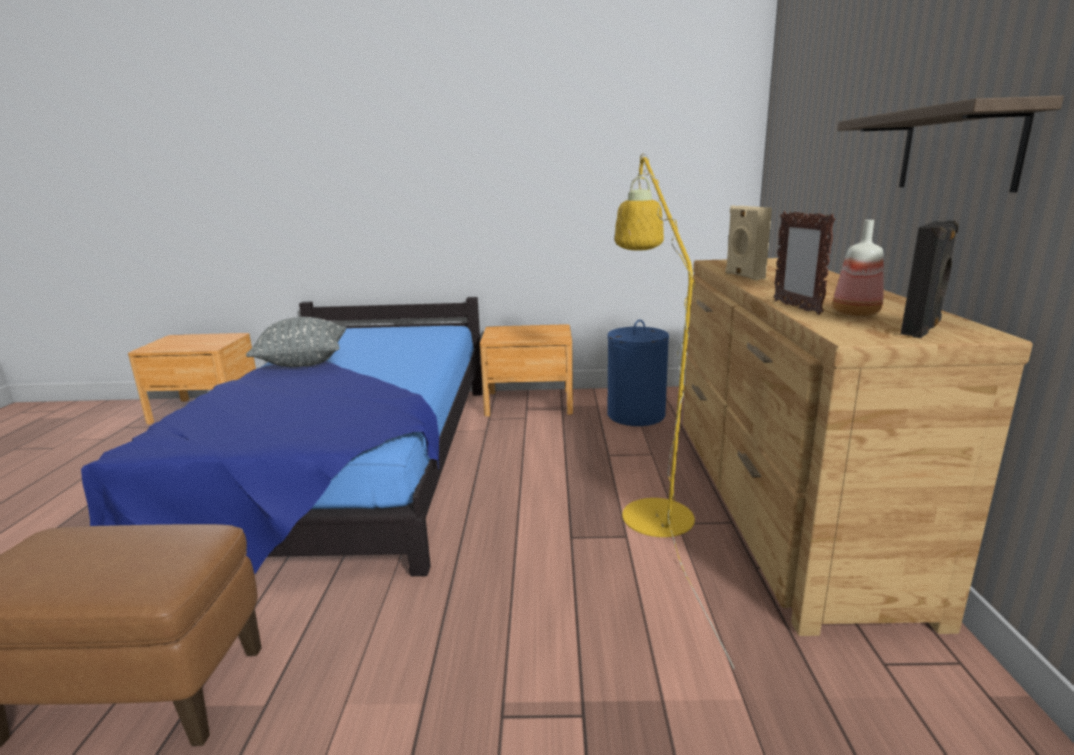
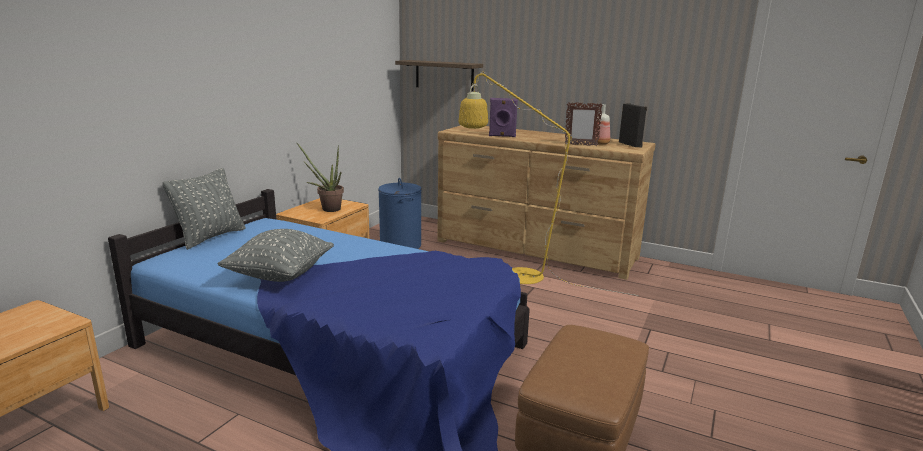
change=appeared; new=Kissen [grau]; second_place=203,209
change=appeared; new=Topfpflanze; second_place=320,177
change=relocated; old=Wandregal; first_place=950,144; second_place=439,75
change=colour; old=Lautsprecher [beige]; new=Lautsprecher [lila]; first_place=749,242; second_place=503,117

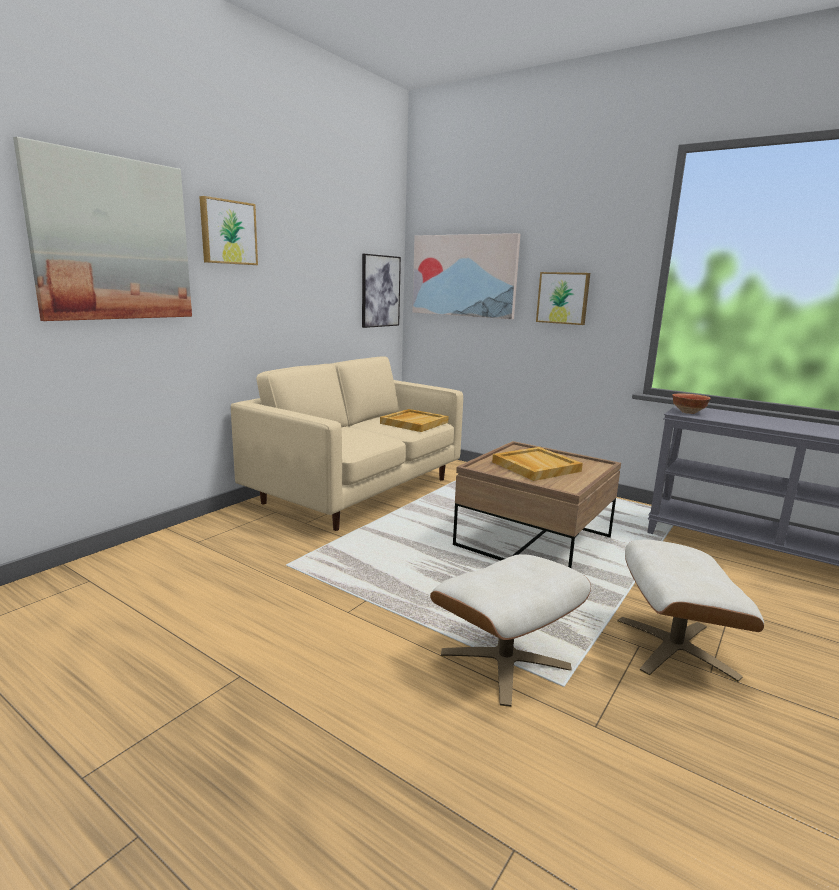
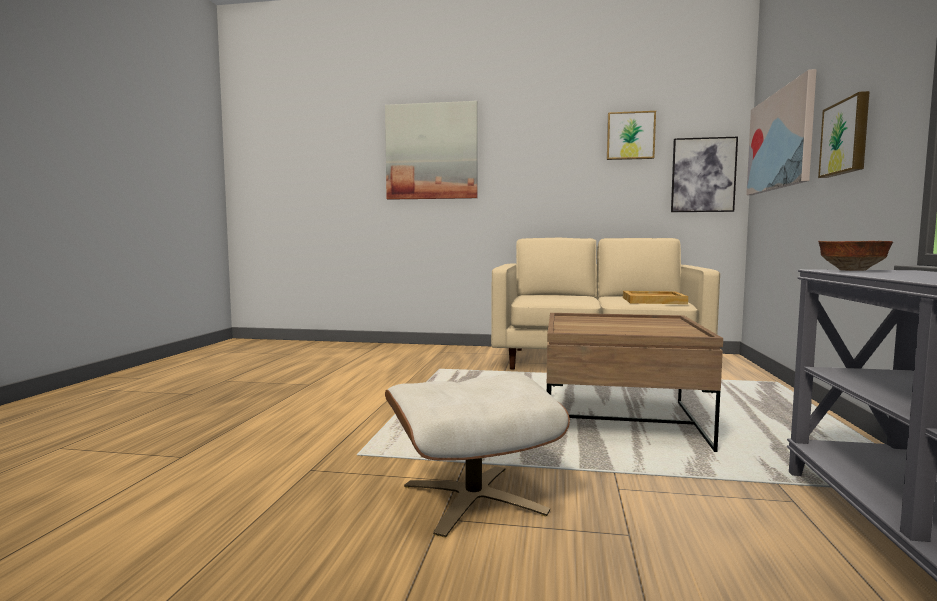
change=relocated; old=Bild; first_place=228,230; second_place=631,135
change=missing; old=Polsterhocker [beige]; first_place=510,630
change=missing; old=Tablett [beige]; first_place=537,464

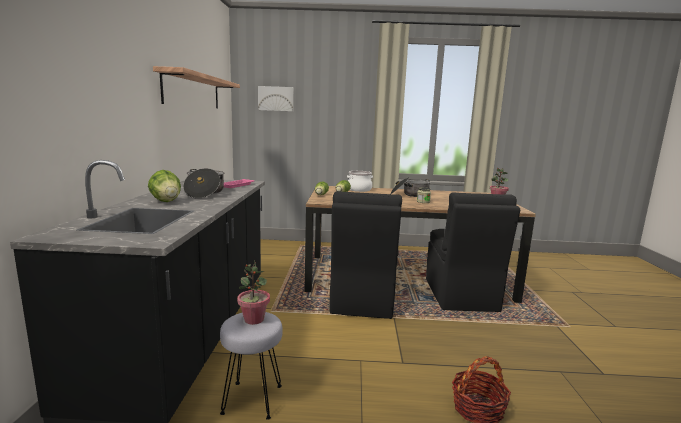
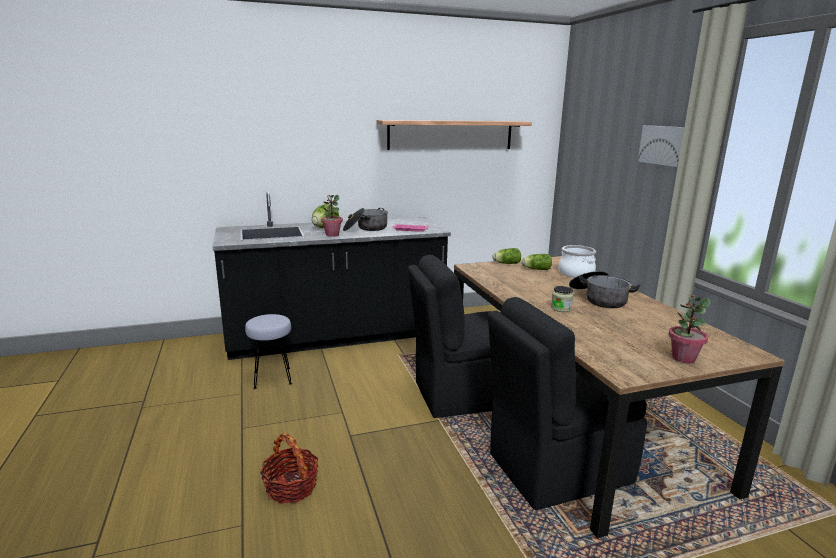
change=relocated; old=Topfpflanze; first_place=253,292; second_place=332,216
change=relocated; old=Bild; first_place=276,98; second_place=661,146

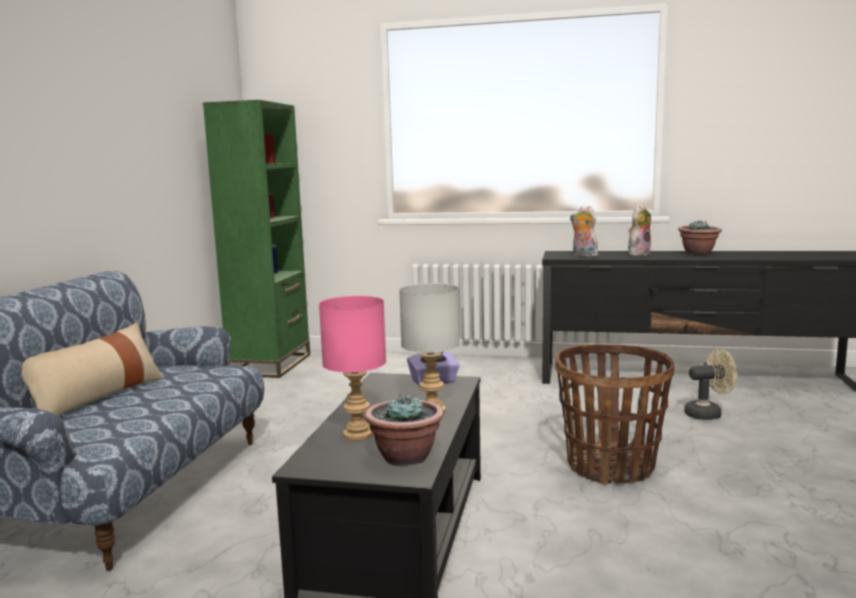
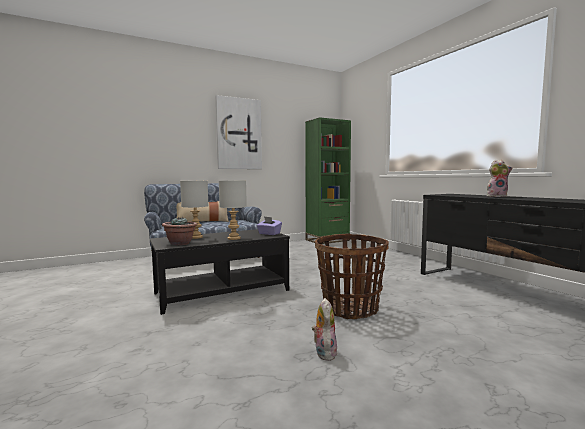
change=colour; old=Tischlampe [rosa]; new=Tischlampe [grau]; first_place=352,368; second_place=194,210
change=appeared; new=Bild; second_place=239,132
change=relocated; old=Plüschtier; first_place=584,231; second_place=325,329
change=missing; old=Topfpflanze; first_place=700,238
change=missing; old=Ventilator [beige]; first_place=710,384

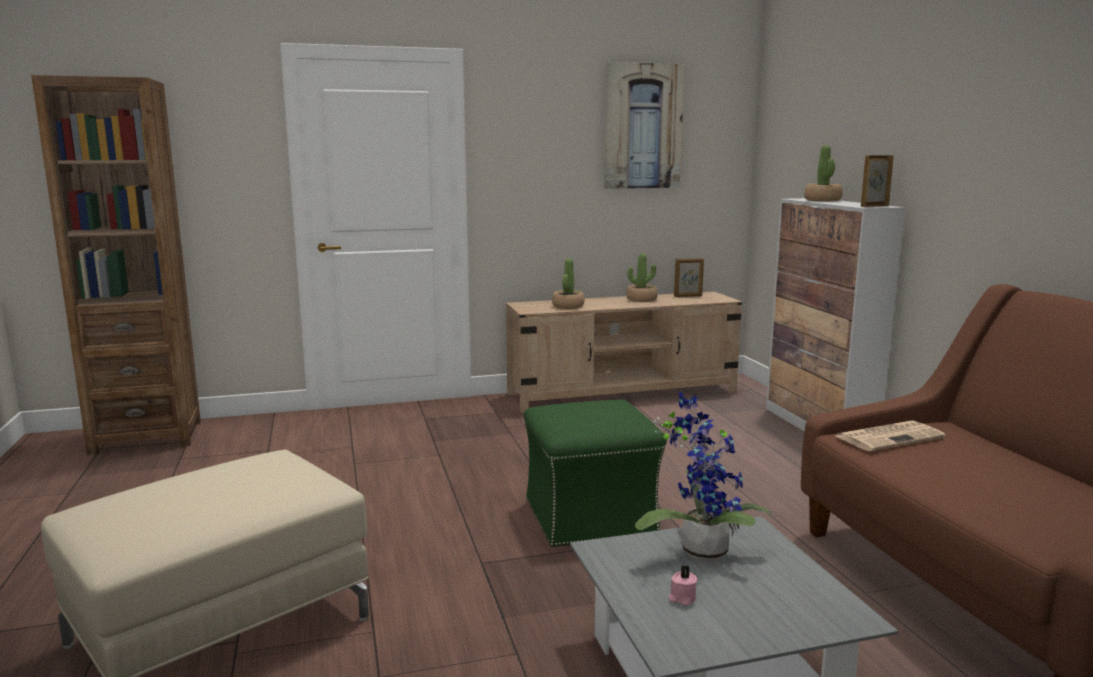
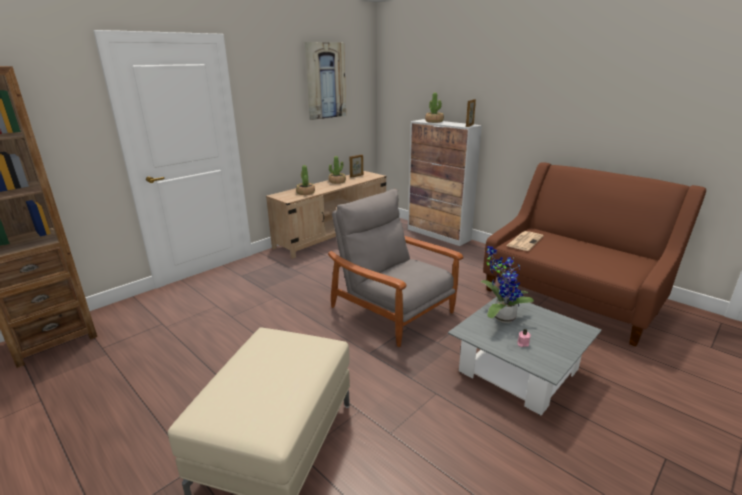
change=exchanged; old=Polsterhocker [grün]; new=Sessel [grau]; first_place=595,474; second_place=396,268

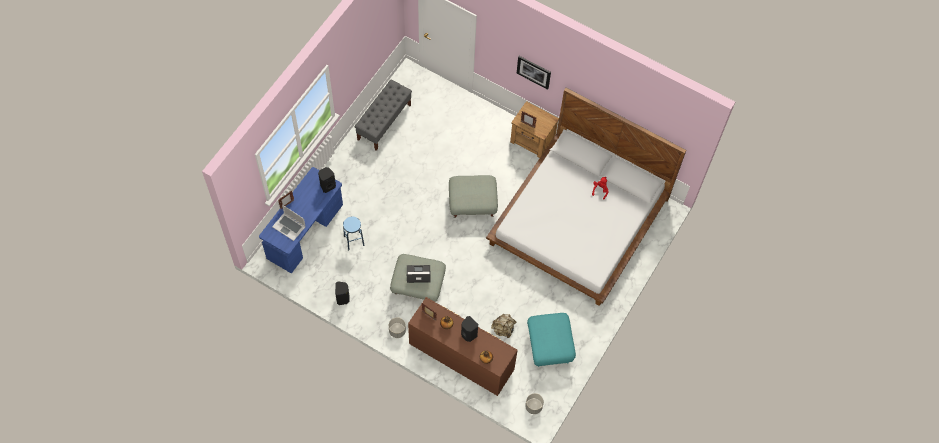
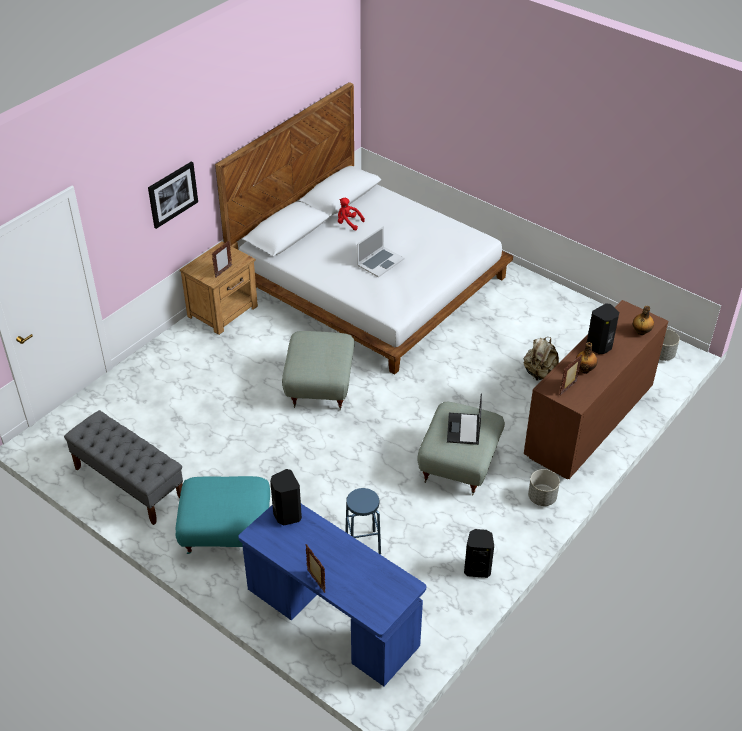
change=relocated; old=Polsterhocker [türkis]; first_place=551,340; second_place=222,515
change=relocated; old=Laptop; first_place=289,223; second_place=381,252

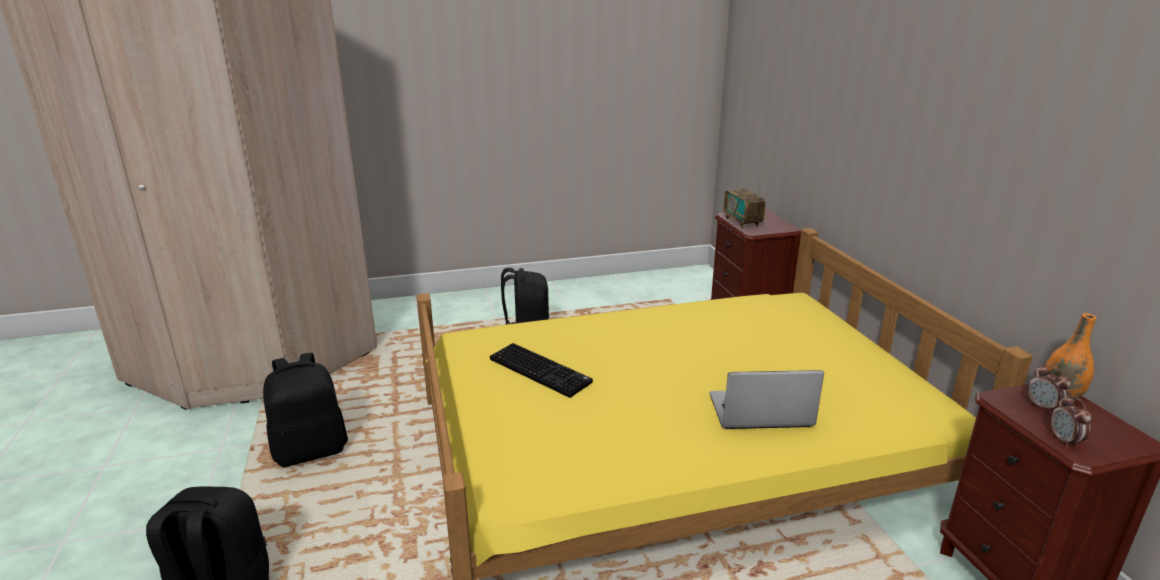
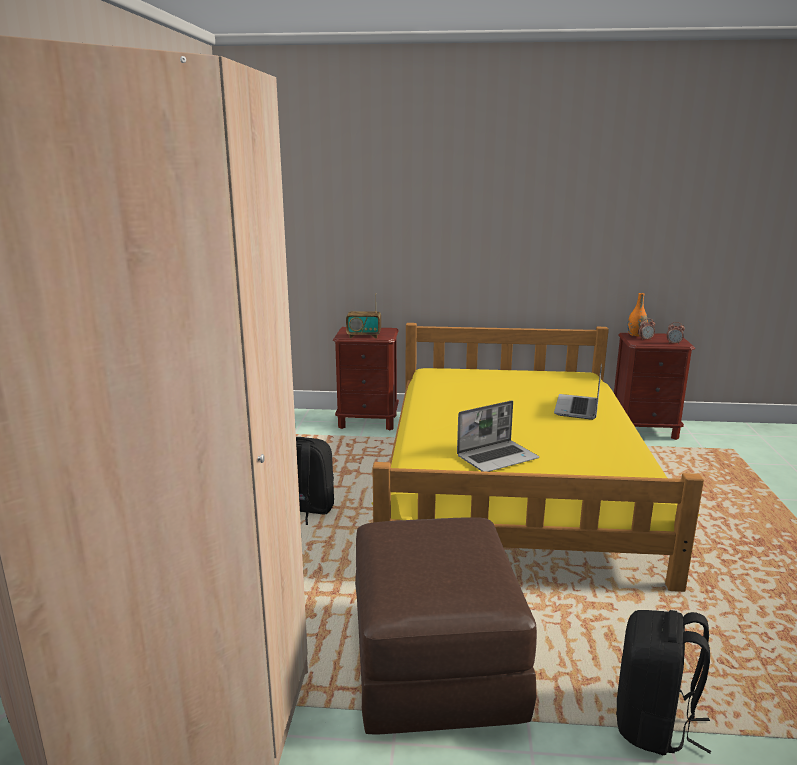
change=exchanged; old=Rucksack [schwarz]; new=Polsterhocker [braun]; first_place=305,410; second_place=446,625
change=exchanged; old=Tastatur; new=Laptop; first_place=541,370; second_place=498,436

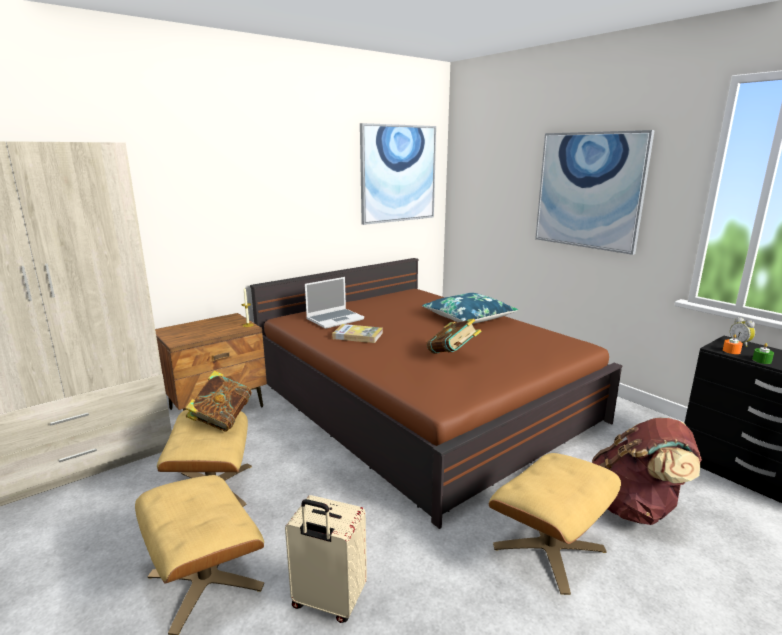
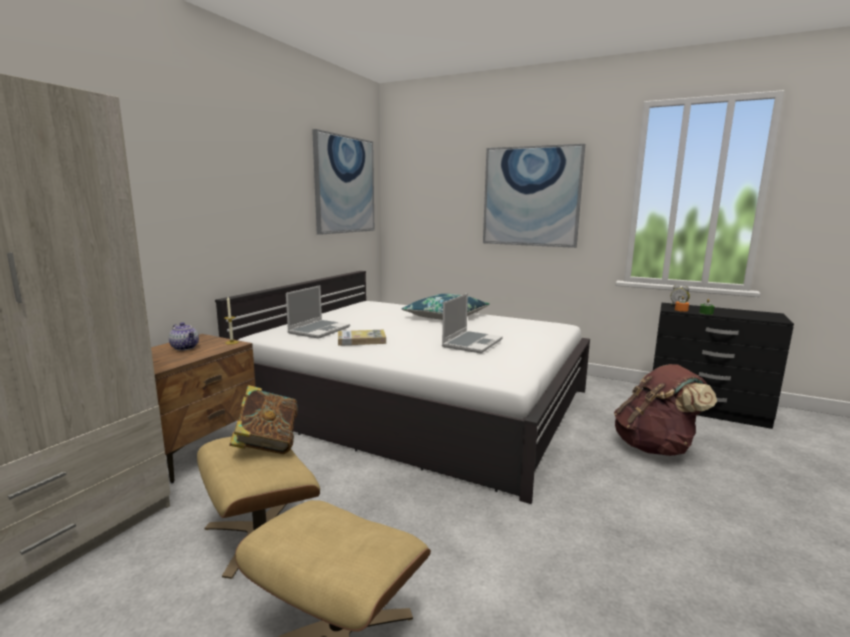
change=appeared; new=Teekanne; second_place=184,336
change=colour; old=Bett [braun]; new=Bett [weiß]; first_place=436,393; second_place=402,387
change=exchanged; old=Buch; new=Laptop; first_place=454,336; second_place=472,323
change=missing; old=Koffer [beige]; first_place=326,559
change=missing; old=Polsterhocker [beige]; first_place=555,524

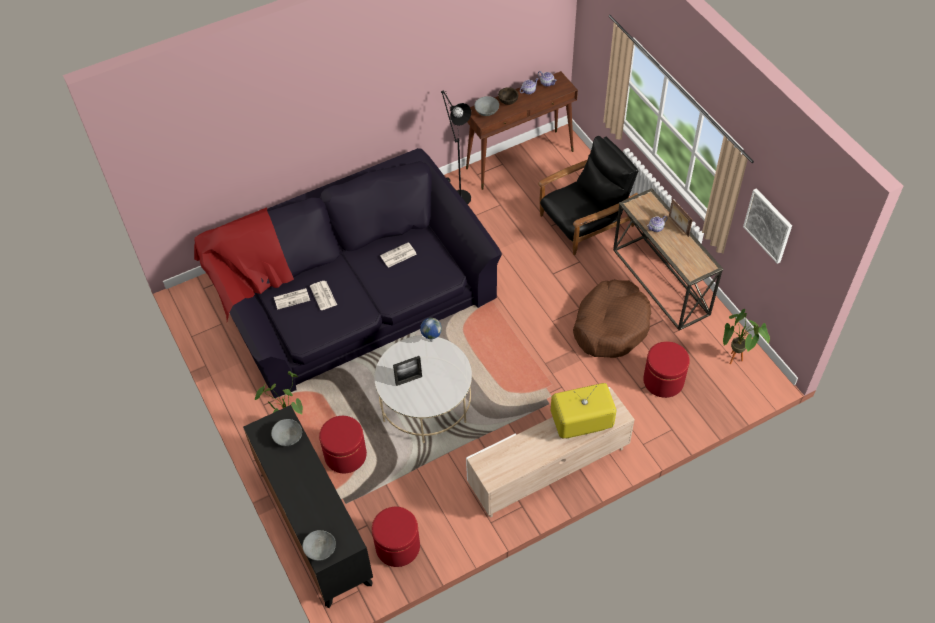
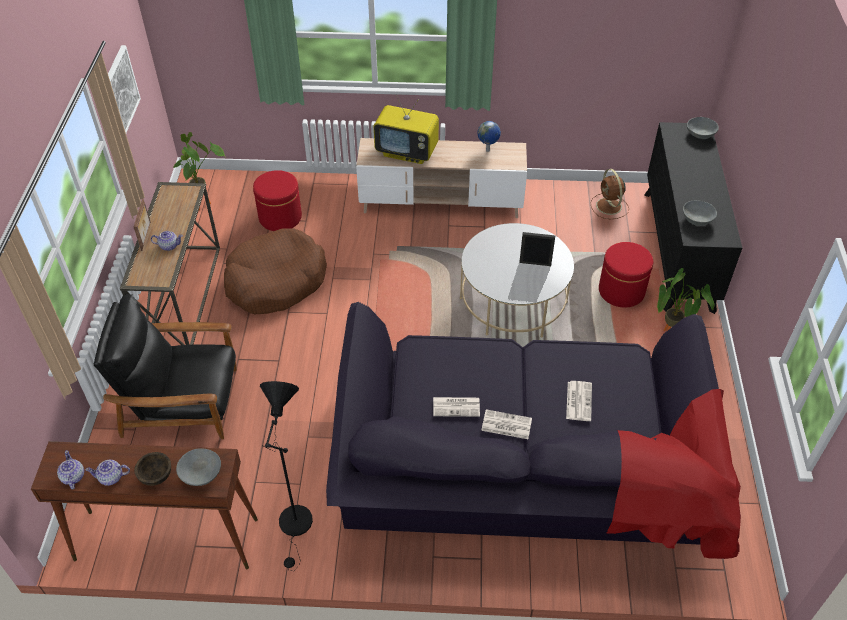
change=relocated; old=Globus; first_place=431,330; second_place=489,136
change=relocated; old=Zeitung; first_place=292,299; second_place=506,424
change=exchanged; old=Polsterhocker [rot]; new=Ventilator [braun]; first_place=396,537; second_place=609,194

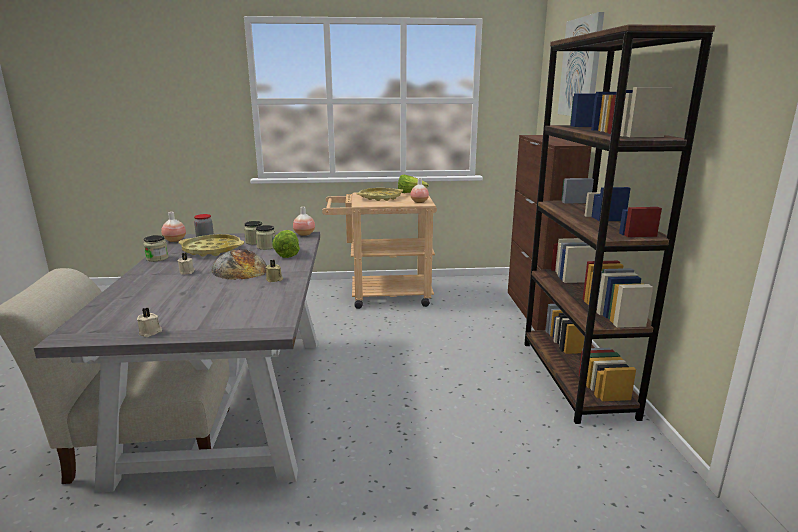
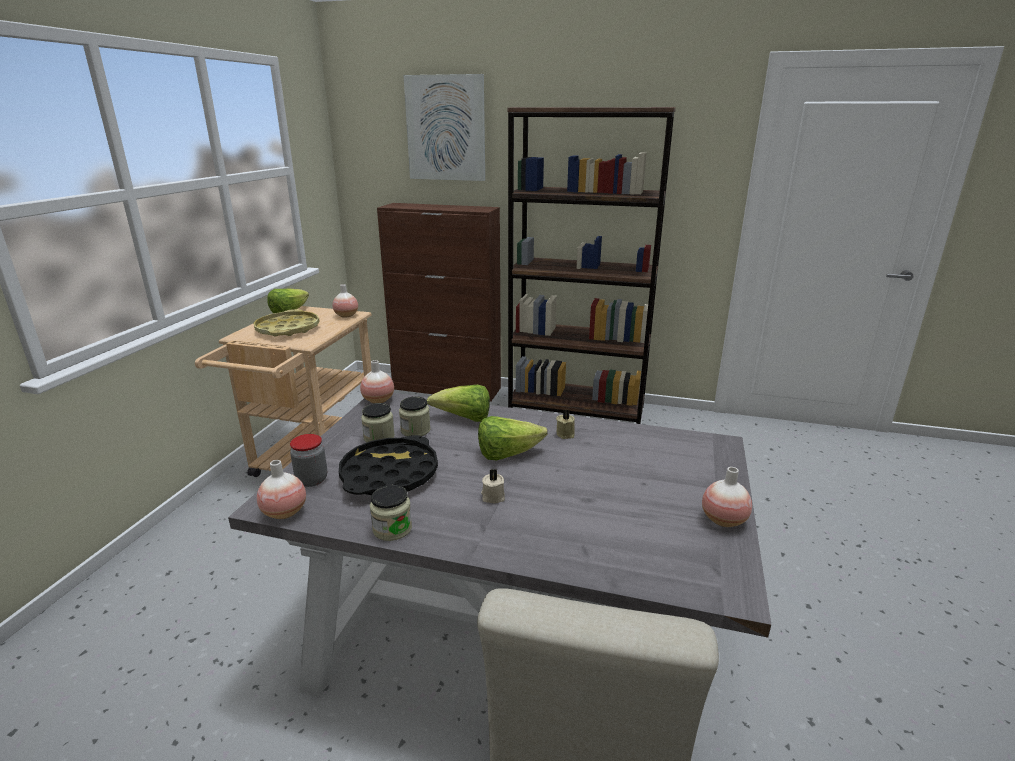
change=colour; old=Tablett [gelb]; new=Tablett [schwarz]; first_place=211,245; second_place=388,465
change=exchanged; old=Brot; new=Salatkopf; first_place=239,264; second_place=513,438
change=exchanged; old=Kerze [beige]; new=Vase; first_place=149,322; second_place=727,497

